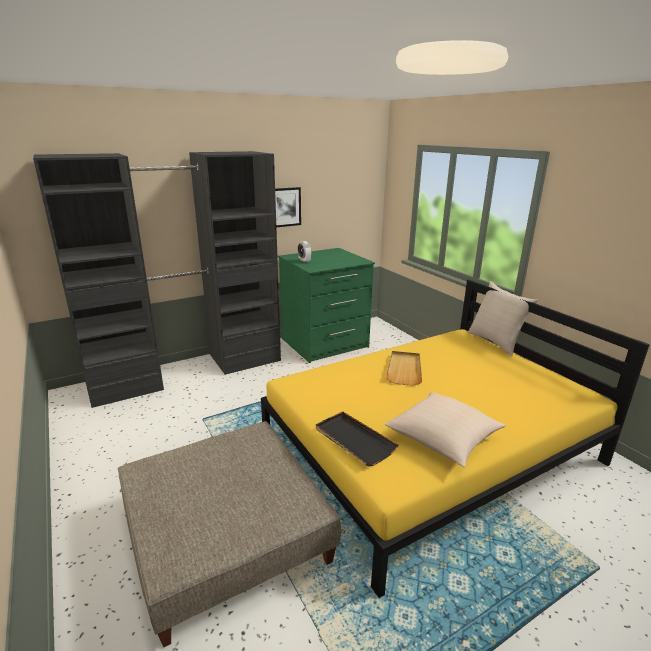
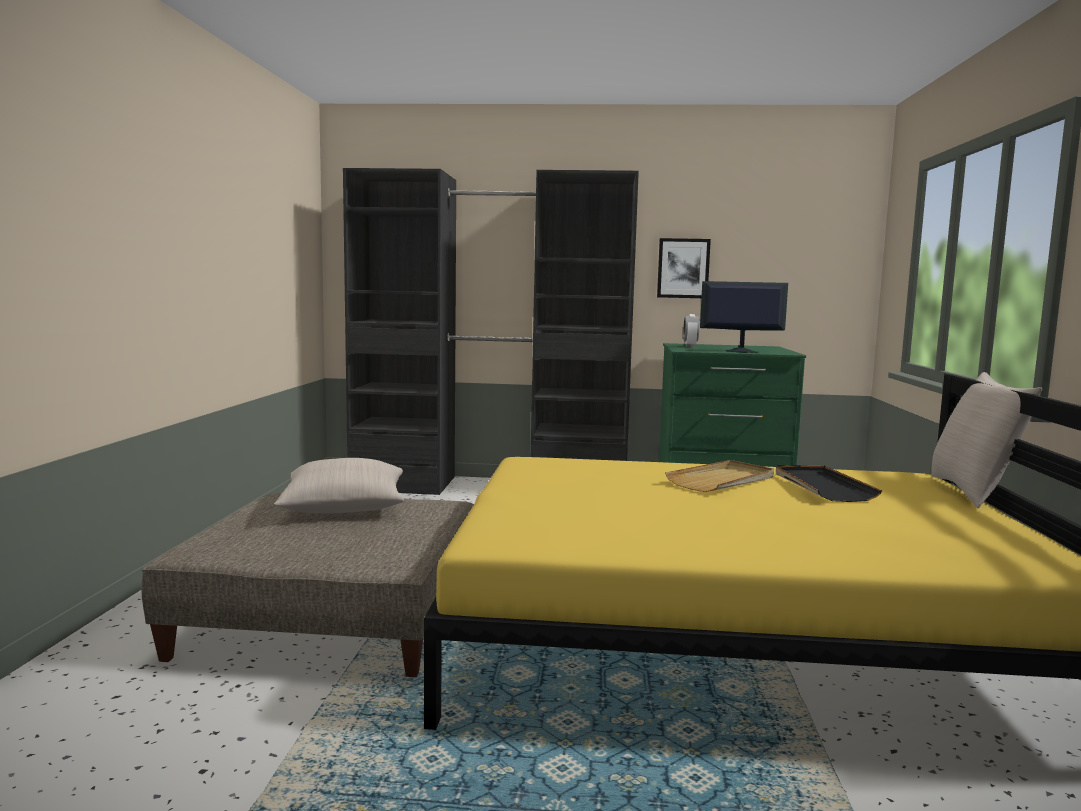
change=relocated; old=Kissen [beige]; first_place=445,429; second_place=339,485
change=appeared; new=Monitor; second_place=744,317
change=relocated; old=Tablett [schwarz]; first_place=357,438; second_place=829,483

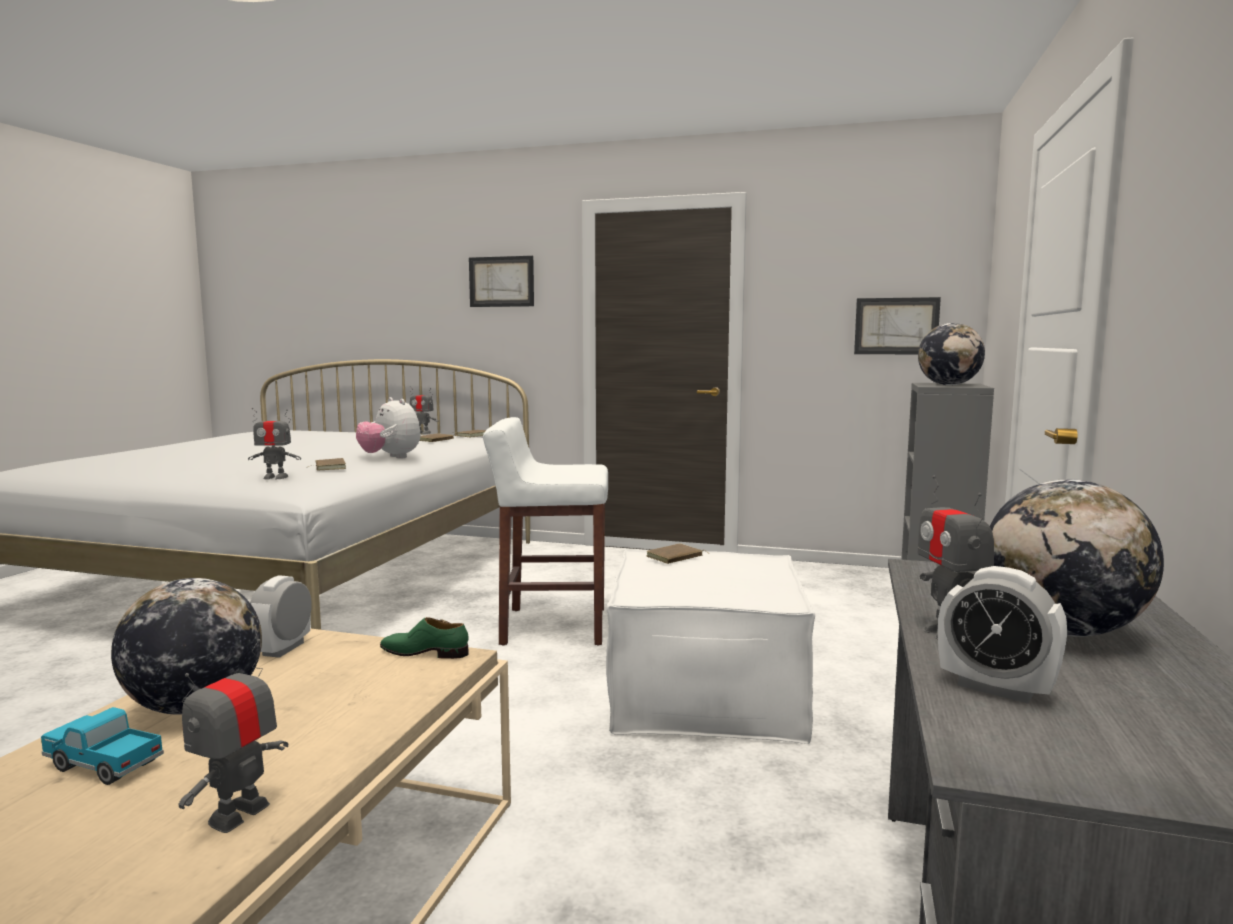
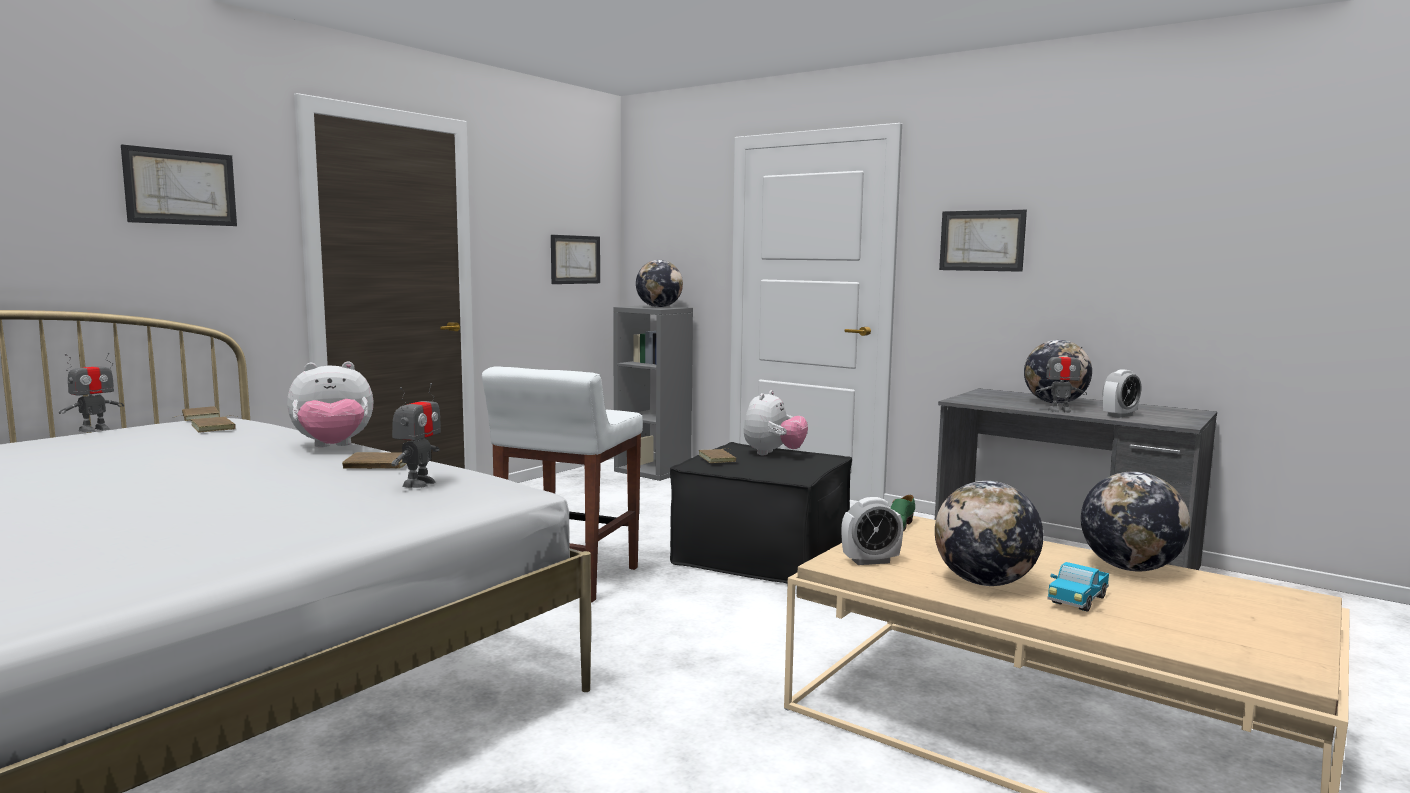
change=colour; old=Polsterhocker [weiß]; new=Polsterhocker [schwarz]; first_place=710,646; second_place=761,513
change=appeared; new=Plüschtier; second_place=776,422
change=spun; old=Wecker; first_place=281,616; second_place=872,531; degrees=-45
change=appeared; new=Bild; second_place=983,241
change=exchanged; old=Spielzeugroboter; new=Globus; first_place=233,736; second_place=1135,521

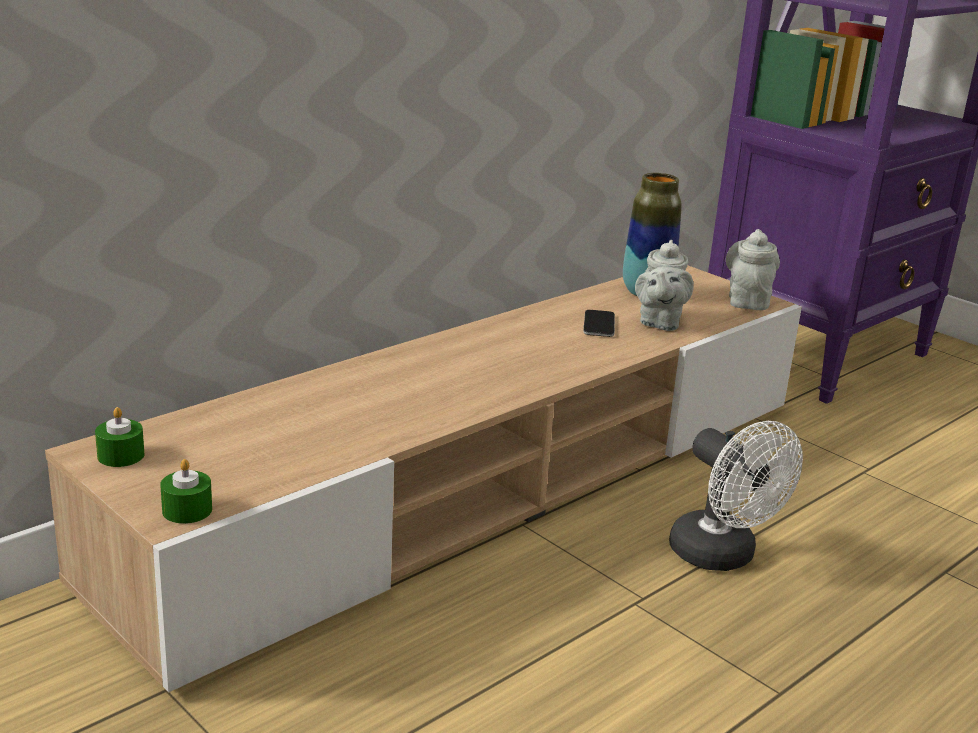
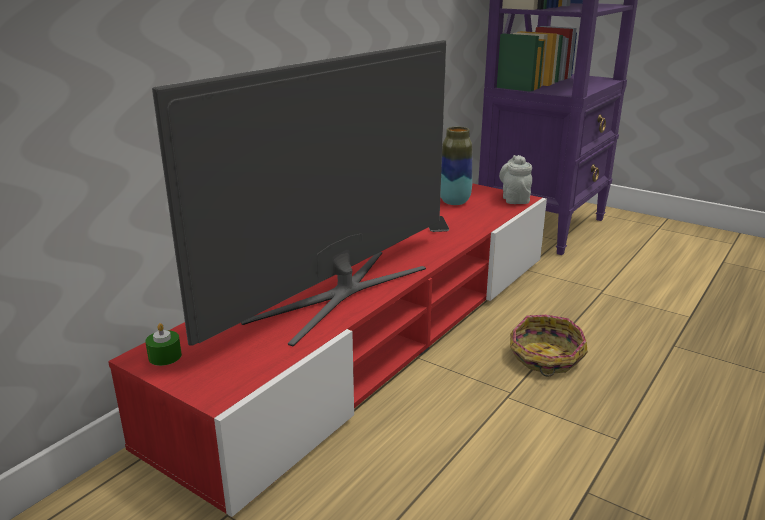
change=colour; old=Fernsehschrank [beige]; new=Fernsehschrank [rot]; first_place=423,479; second_place=327,350
change=appeared; new=Fernseher; second_place=299,193
change=exchanged; old=Ventilator [weiß]; new=Korb; first_place=736,496; second_place=549,345
change=missing; old=Kerze [grün]; first_place=186,491
change=missing; old=Teekanne [grau]; first_place=664,285

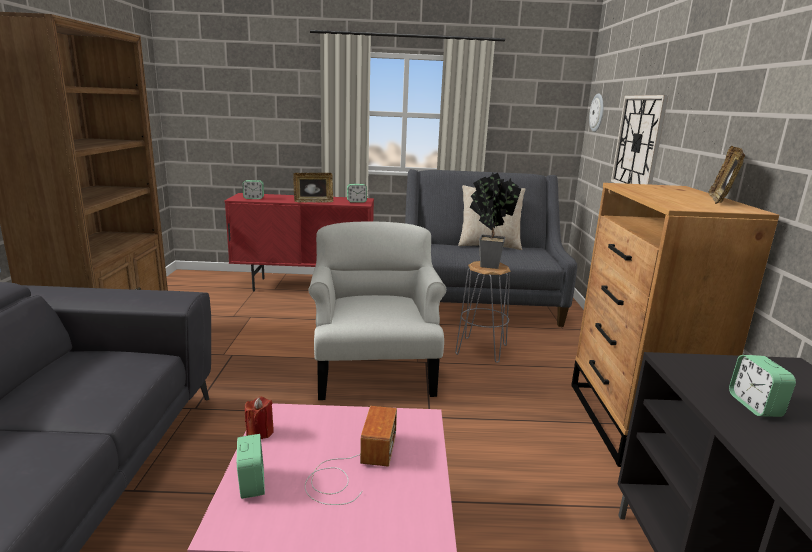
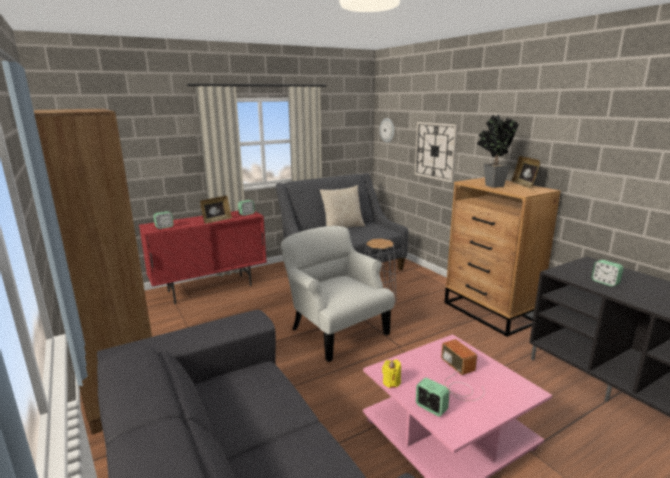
change=colour; old=Kerze [rot]; new=Kerze [gelb]; first_place=259,418; second_place=391,373
change=relocated; old=Topfpflanze; first_place=495,221; second_place=498,151

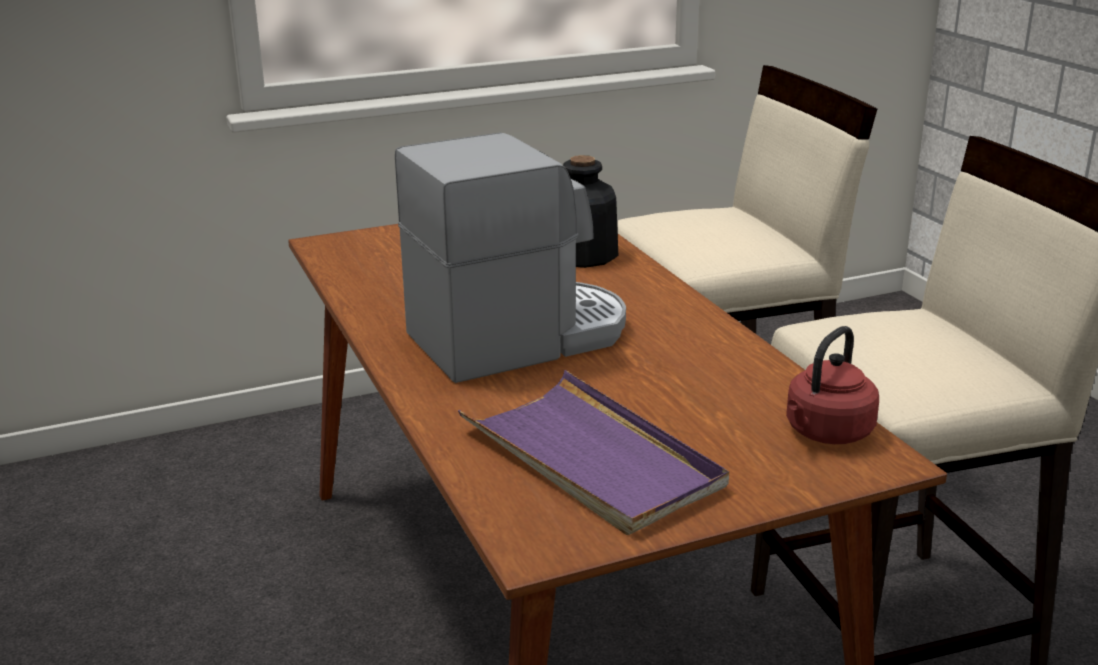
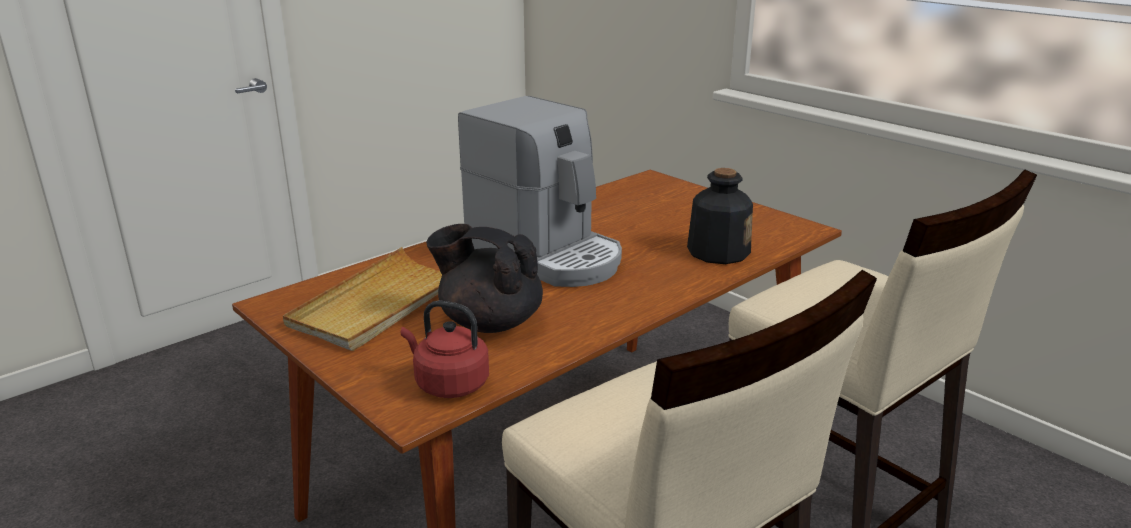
change=colour; old=Tablett [lila]; new=Tablett [beige]; first_place=593,452; second_place=362,299
change=appeared; new=Teekanne [schwarz]; second_place=484,278

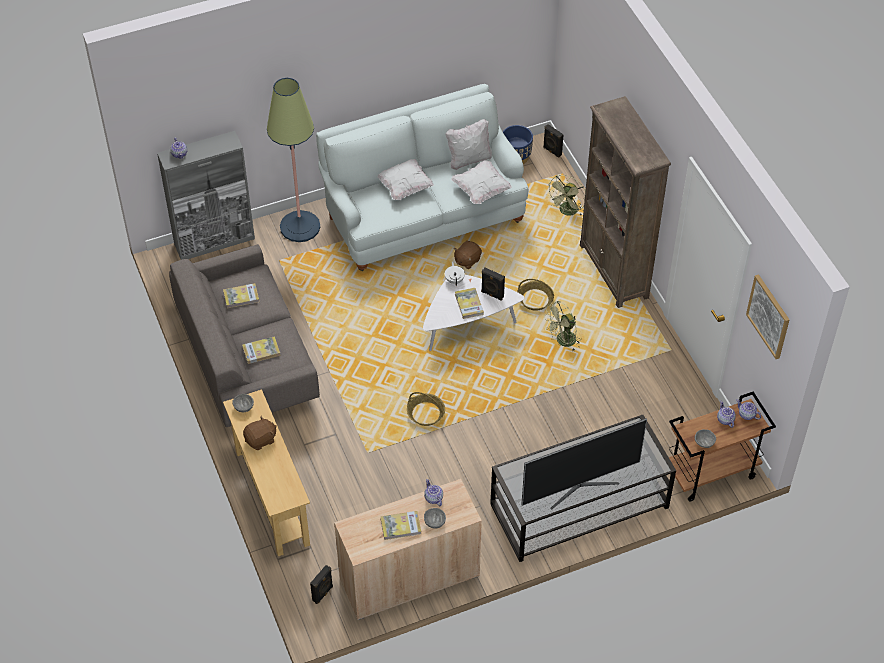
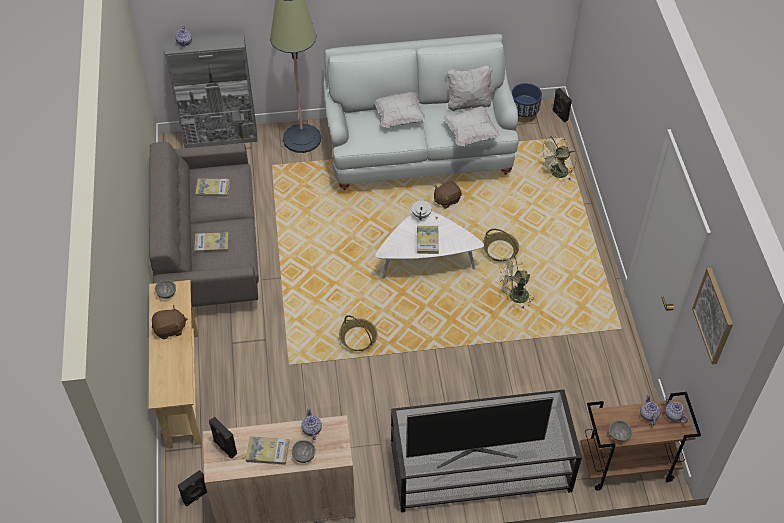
change=relocated; old=Lautsprecher [schwarz]; first_place=493,284; second_place=223,437
change=missing; old=Bücherregal [braun]; first_place=625,202

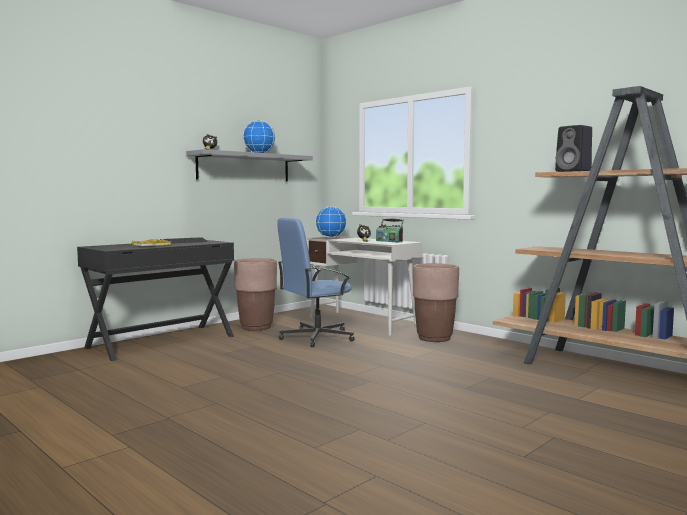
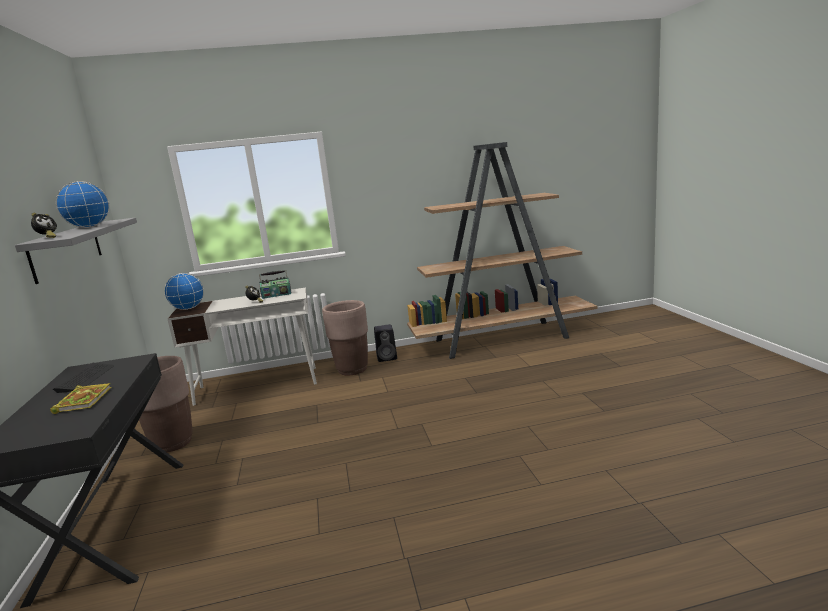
change=relocated; old=Lautsprecher [schwarz]; first_place=573,148; second_place=385,343
change=missing; old=Bürostuhl [blau]; first_place=315,282

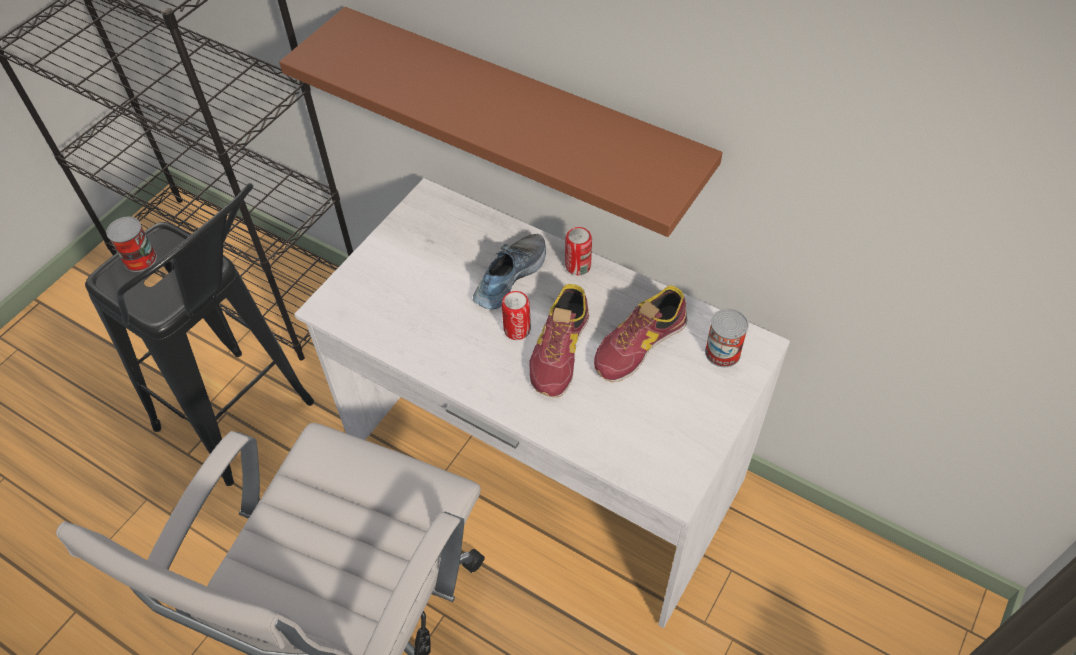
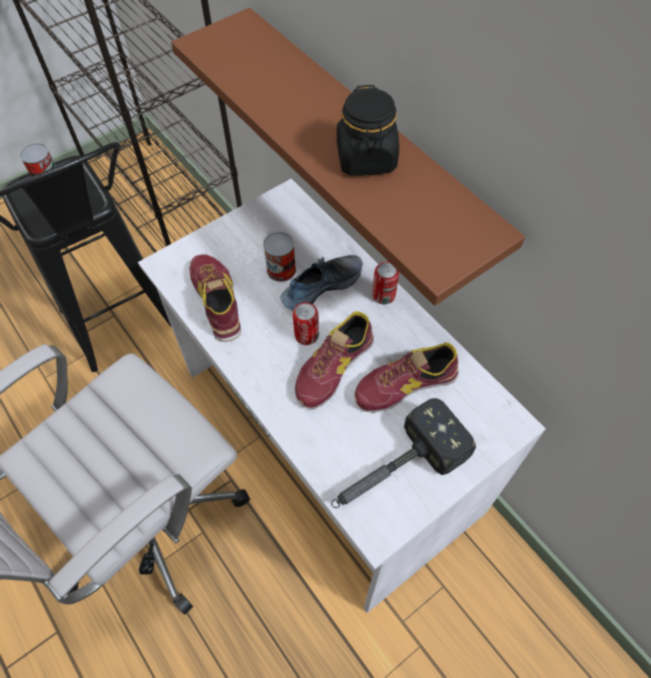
change=appeared; new=Schuh; second_place=215,298
change=relocated; old=Dose; first_place=727,337; second_place=279,257
change=appeared; new=Hammer; second_place=403,453
change=appeared; new=Vorratsglas [schwarz]; second_place=368,130

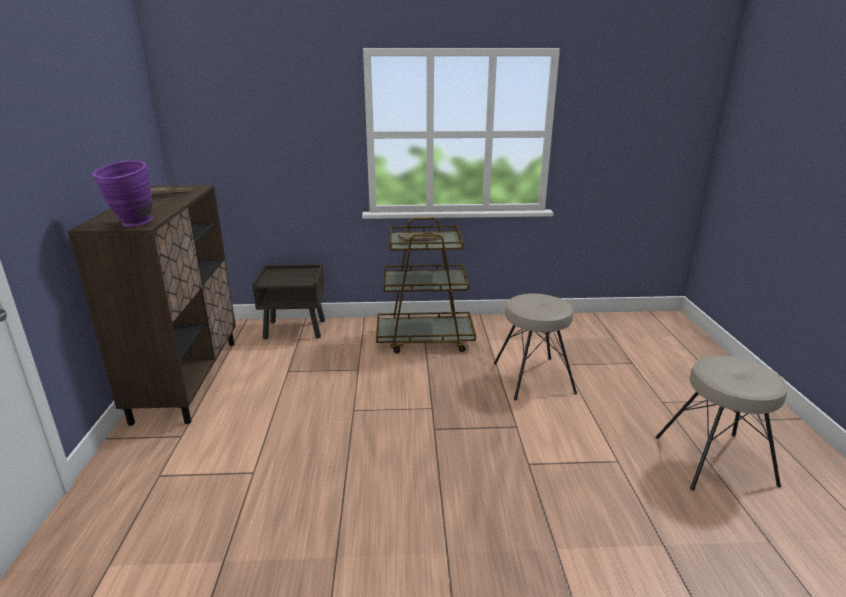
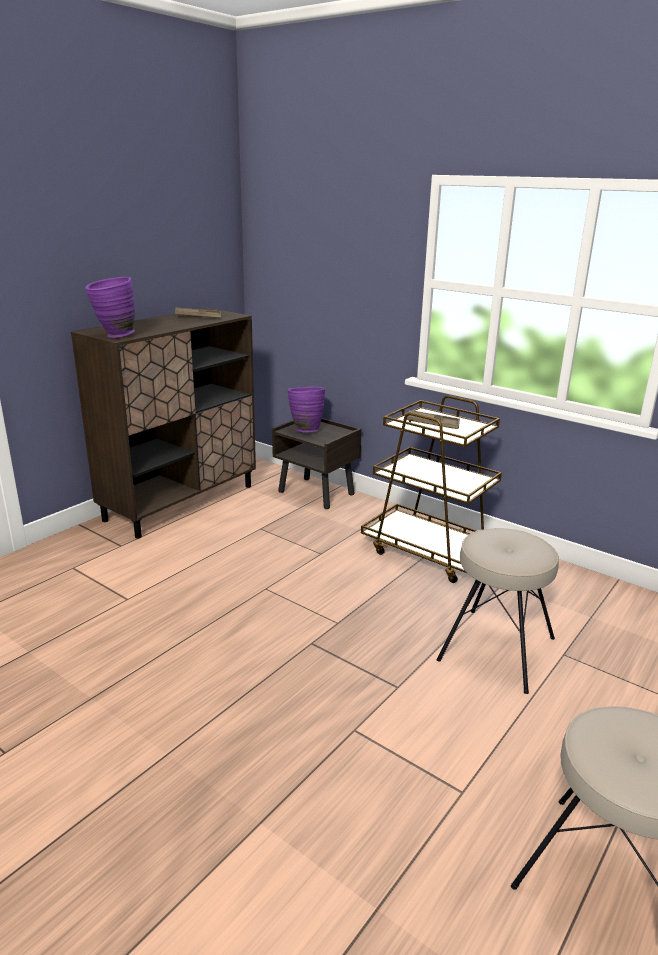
change=appeared; new=Vase [lila]; second_place=306,409

